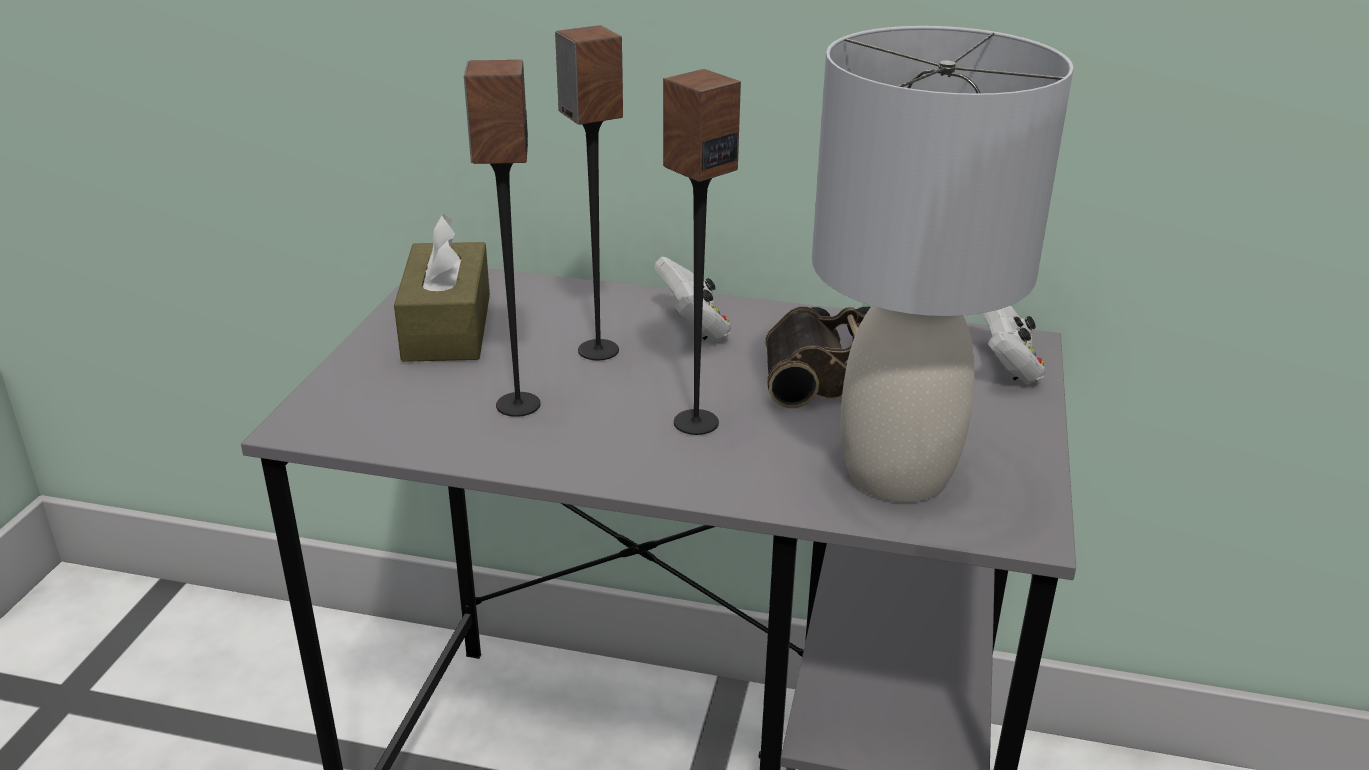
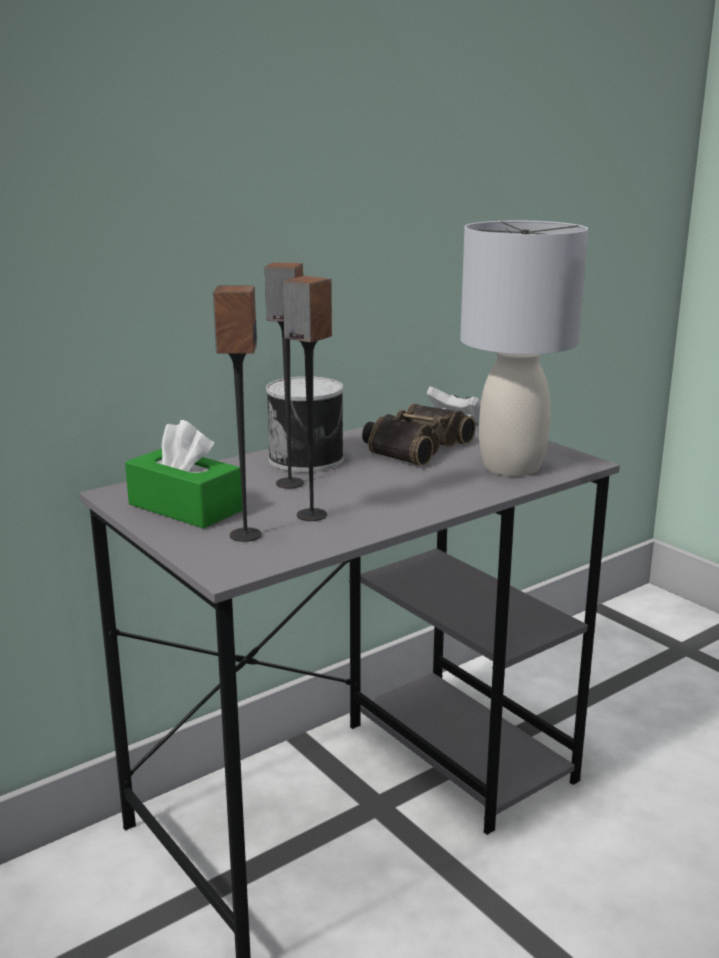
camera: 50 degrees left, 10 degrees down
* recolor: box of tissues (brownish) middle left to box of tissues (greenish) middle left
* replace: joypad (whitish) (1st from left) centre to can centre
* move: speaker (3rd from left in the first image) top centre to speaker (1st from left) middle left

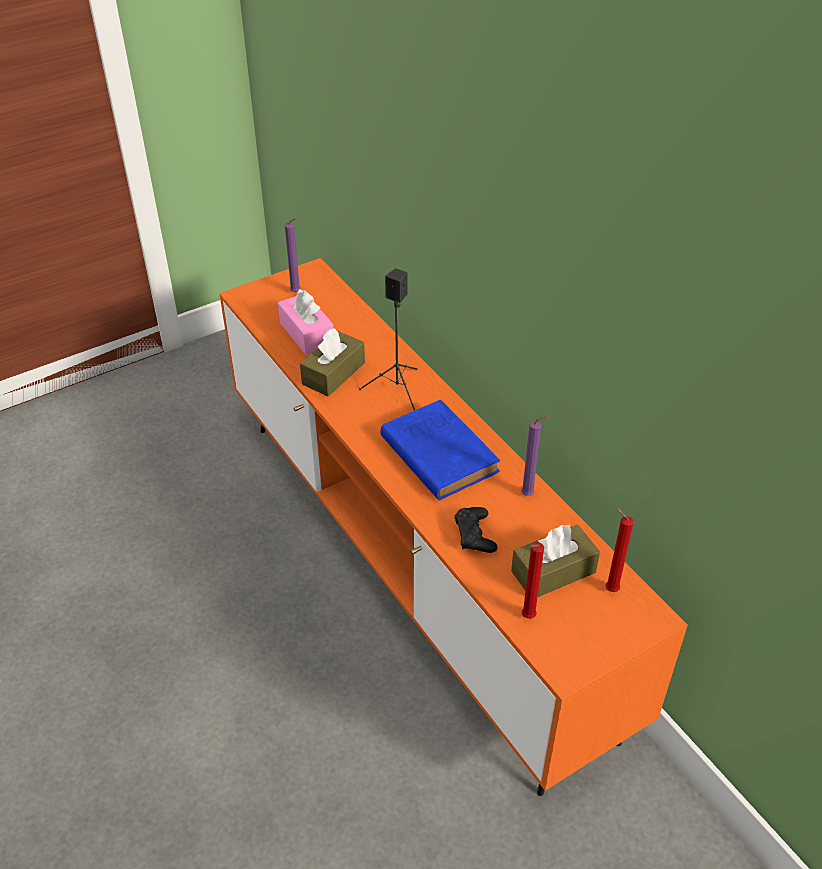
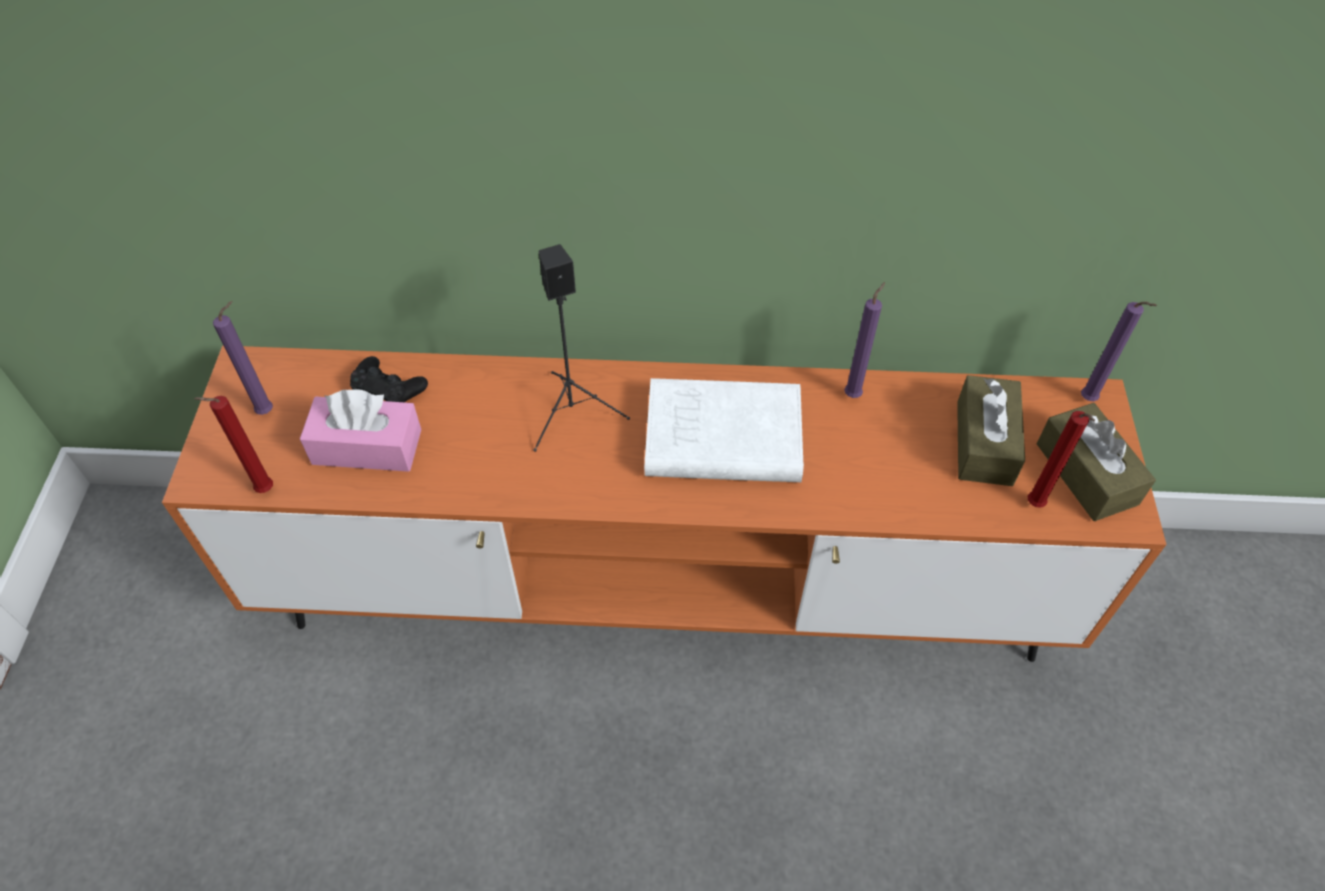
camera: 55 degrees left, 10 degrees up
* move: box of tissues (brownish) (1st from left in the first image) centre to box of tissues (brownish) (2nd from left) middle right
* recolor: volume (blue-coloured) centre to volume (whitish) centre
* move: joypad (black) centre to middle left
* move: candle (reddish) (2nd from left in the first image) middle right to candle (reddish) (1st from left) middle left
* insert: candle (purple) (3rd from left) middle right

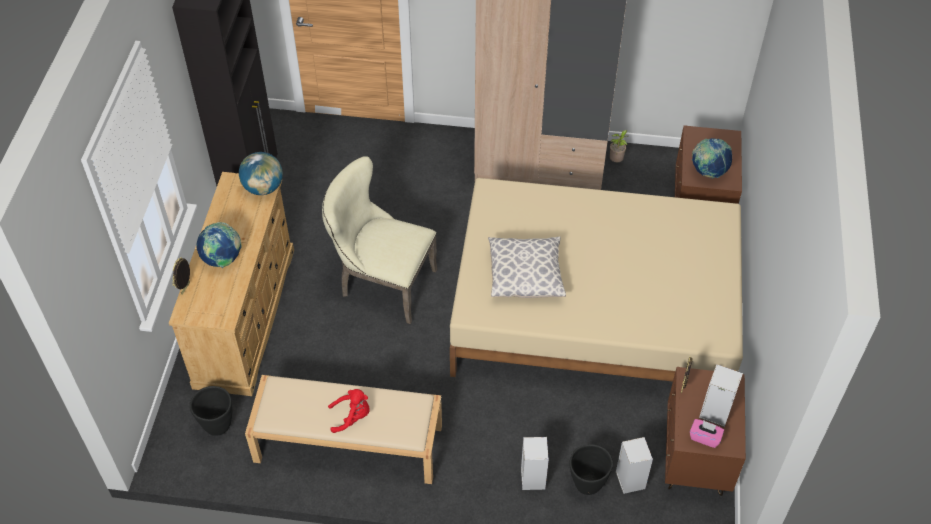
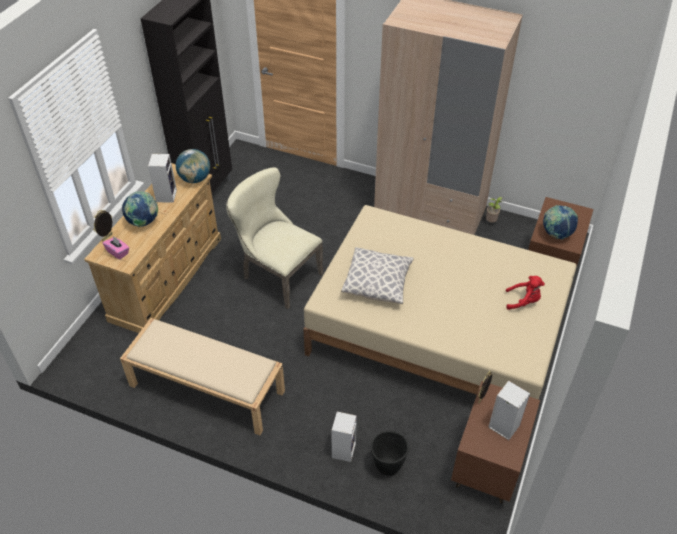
camera: 15 degrees right, 5 degrees down
* delete: flower pot (black) (1st from left) bottom left
* move: plush toy (reddish) bottom centre to middle right
* move: speaker (2nd from left in the first image) bottom right to speaker (1st from left) middle left
* move: box of tissues (pink) bottom right to middle left

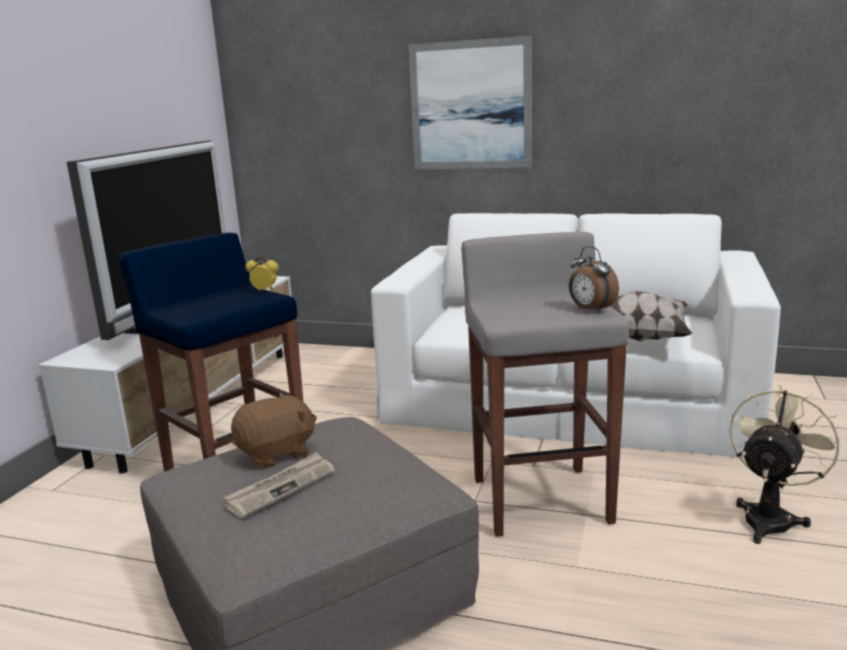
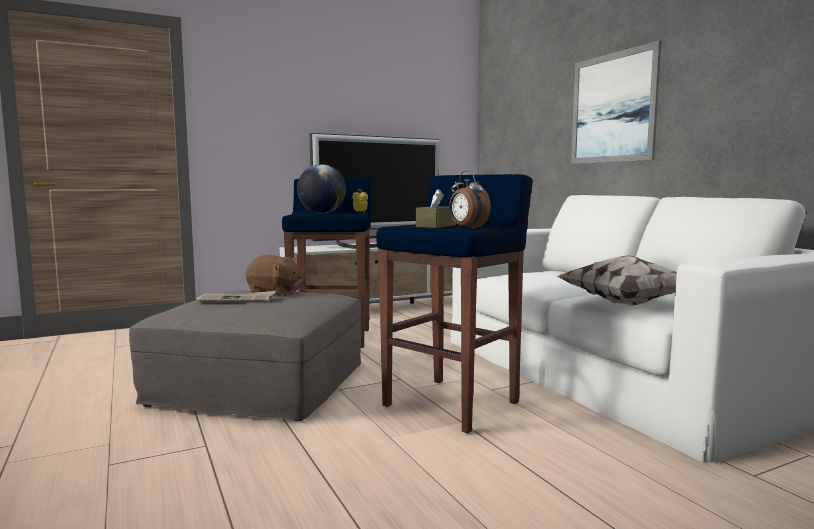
camera: 45 degrees right, 10 degrees down
* recolor: sitting stool (greyish) centre to sitting stool (blue-coloured) (2nd from left) centre
* rotate: alarm clock (2nd from left) middle right = centre 45 degrees counterclockwise
* delete: fan (beige) bottom right
* insert: globe centre
* insert: box of tissues (brownish) centre

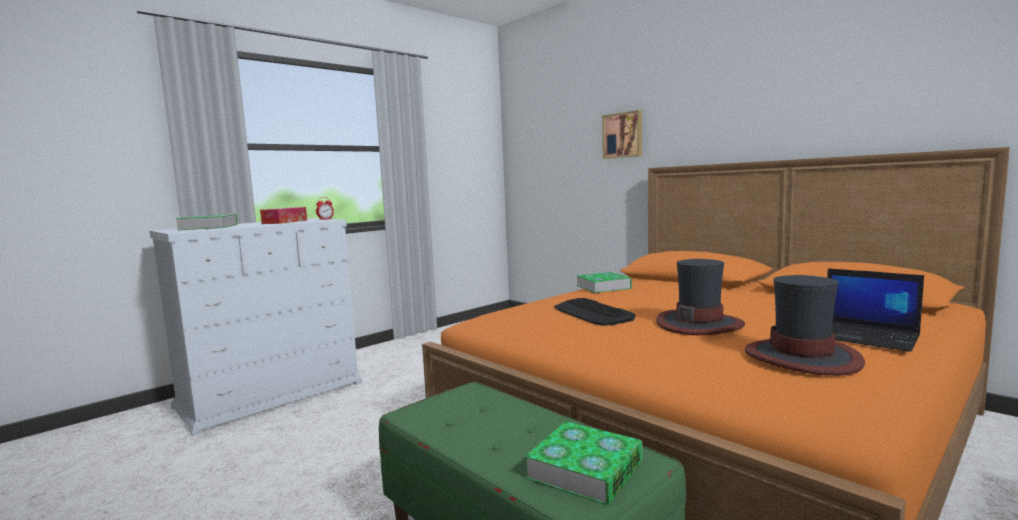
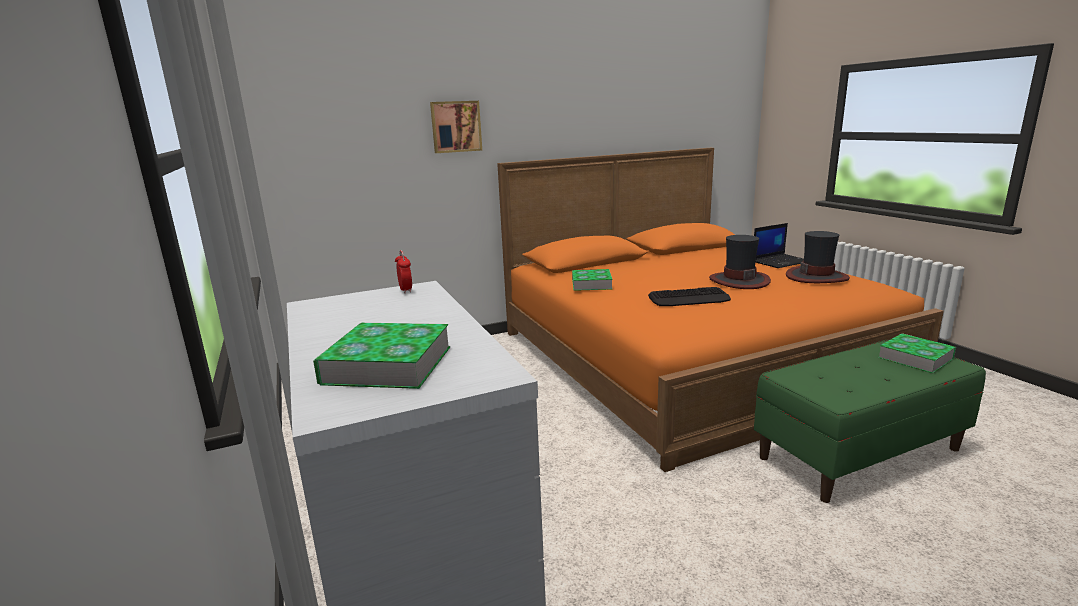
camera: 70 degrees left, 10 degrees up
* delete: box of tissues middle left

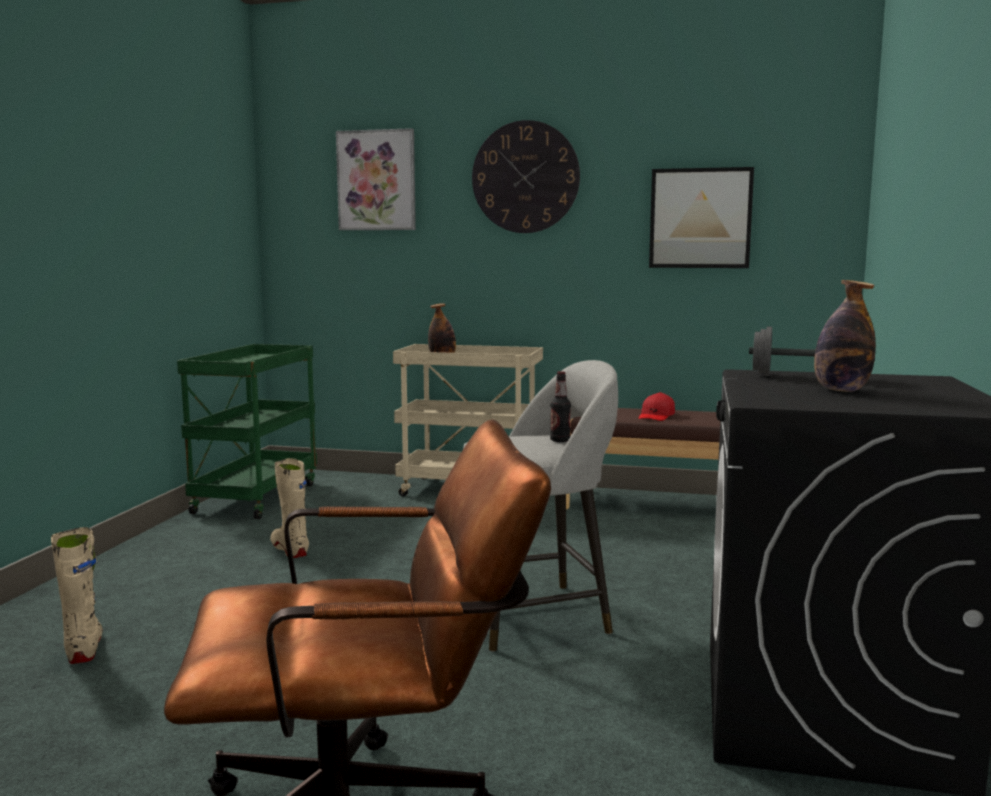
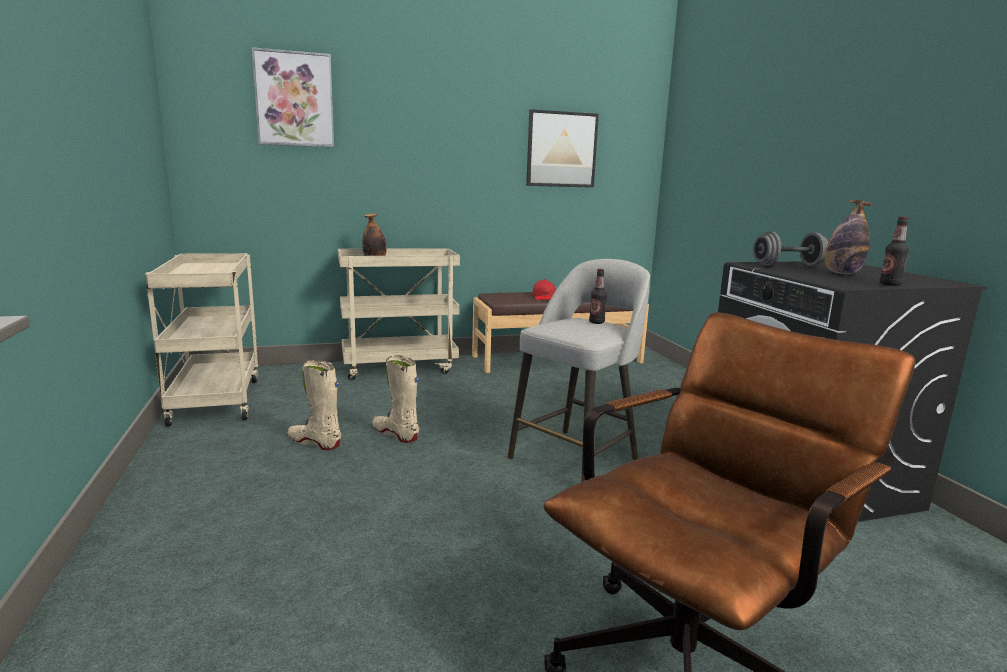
camera: 30 degrees left, 5 degrees up
* move: high-top boot (beige) (1st from left in the first image) bottom left to high-top boot (beige) (2nd from left) centre
* recolor: wheeled cart (greenish) middle left to wheeled cart (beige) (1st from left) middle left
* delete: clock on the wall top centre
* insert: bottle (4th from left) middle right

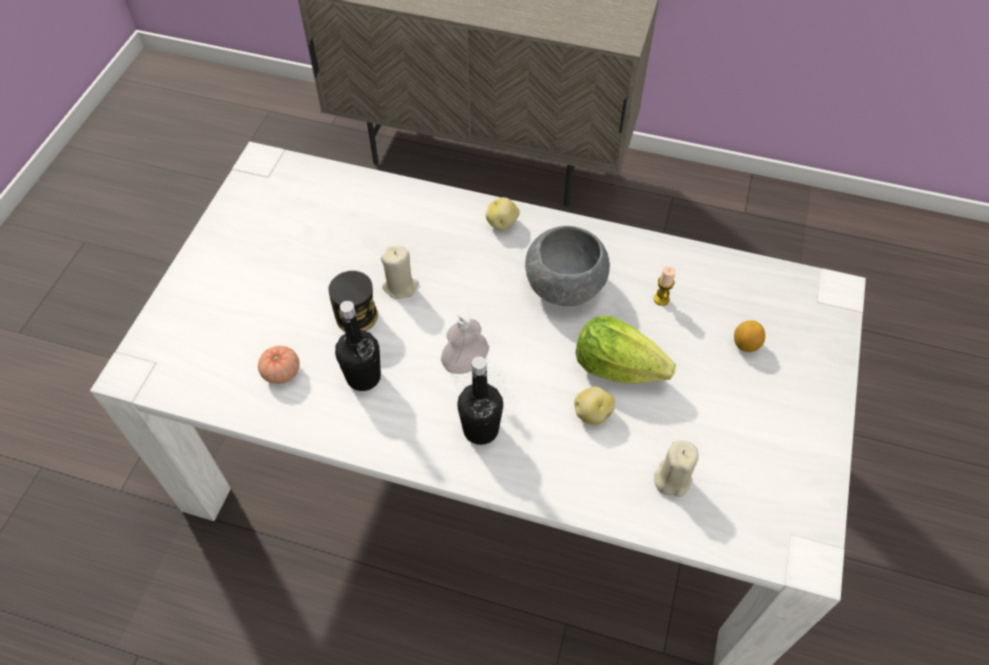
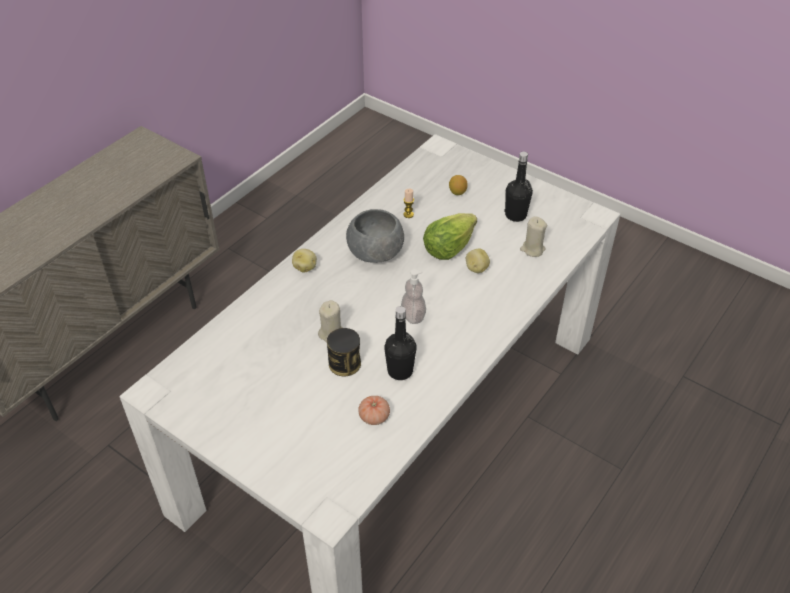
camera: 70 degrees left, 10 degrees down
* move: bottle (black) (2nd from left) centre to top centre

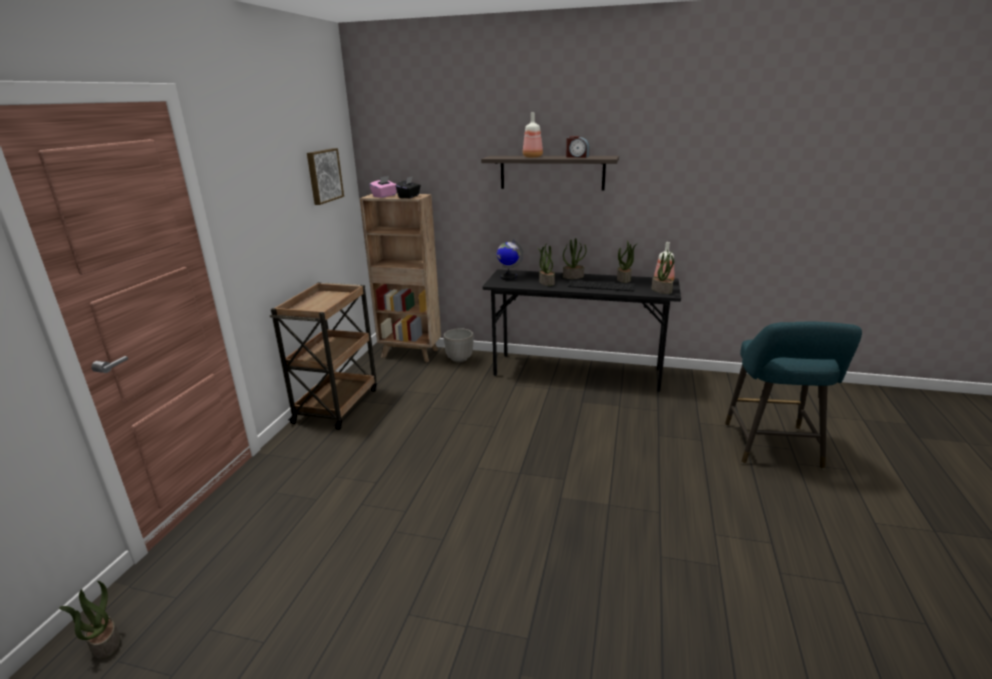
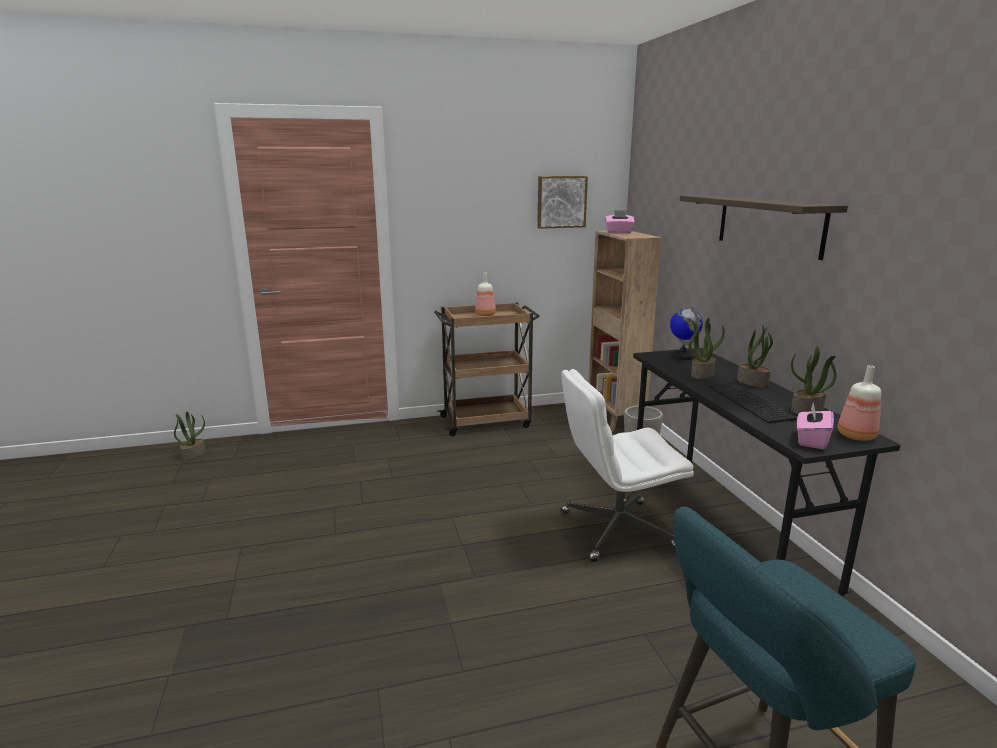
camera: 60 degrees right, 5 degrees down
* delete: box of tissues (black) top centre
* move: bottle (1st from left) top centre to centre
* delete: alarm clock top centre
* replace: houseplant (5th from left) middle right to box of tissues (pink) (2nd from left) middle right
* insert: office chair (whitish) centre

